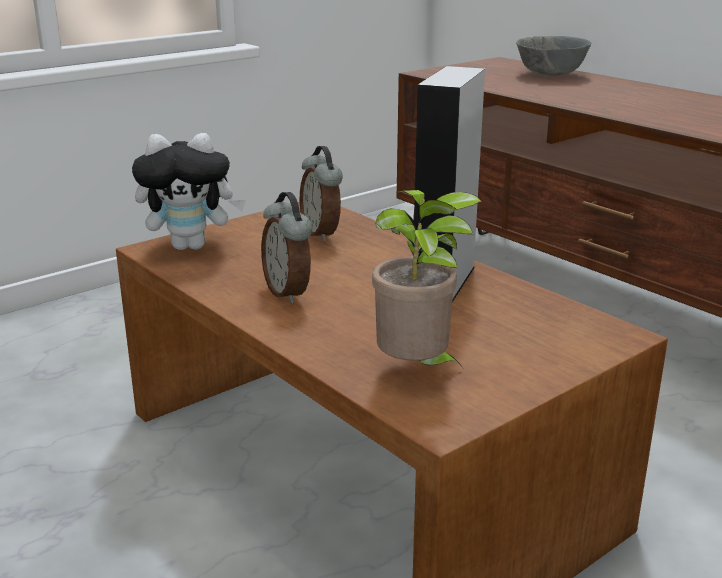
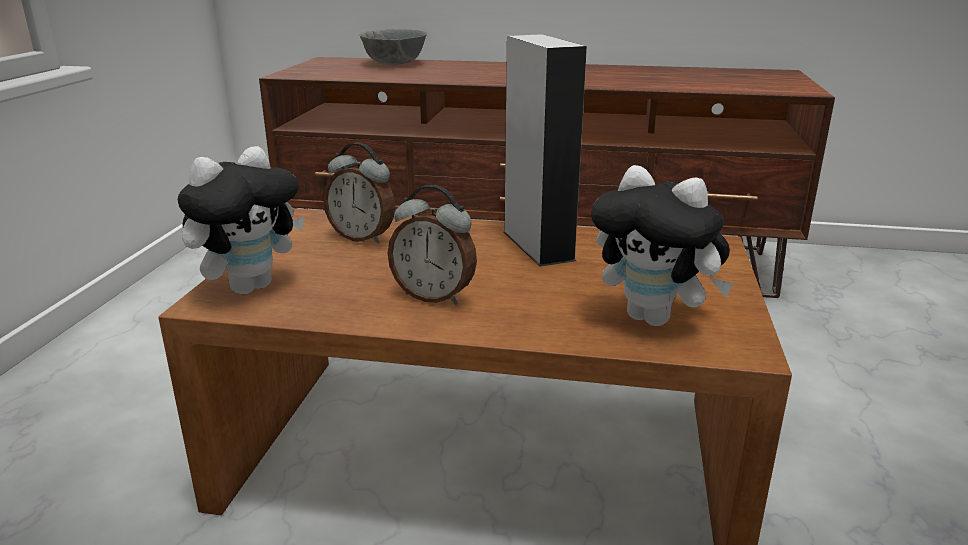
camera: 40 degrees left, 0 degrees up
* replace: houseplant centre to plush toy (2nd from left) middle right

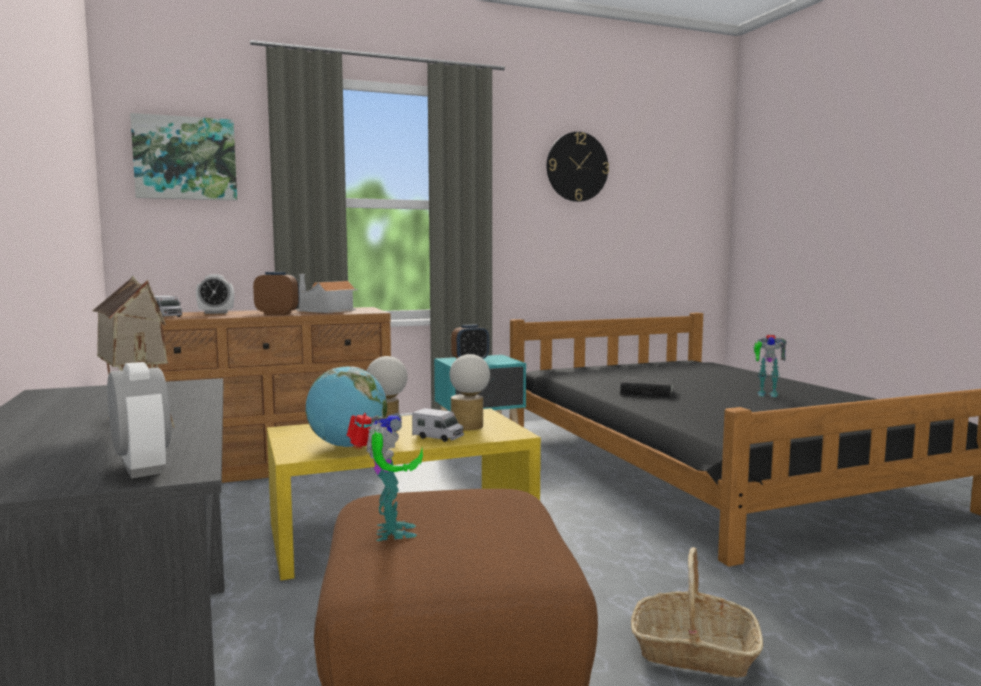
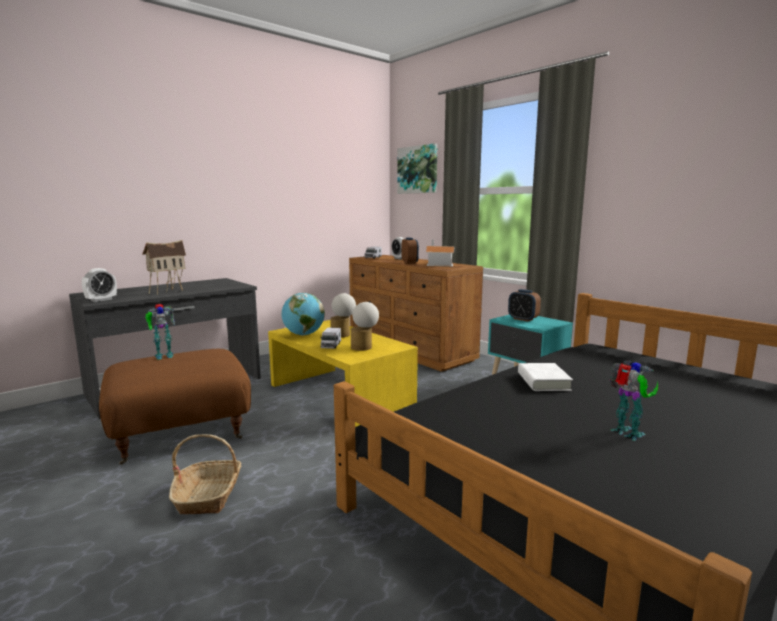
camera: 70 degrees right, 5 degrees up
* delete: clock on the wall top centre
* recolor: volume (black) centre to volume (whitish) middle right
* rotate: toy robot (2nd from left) middle right = middle right 150 degrees clockwise

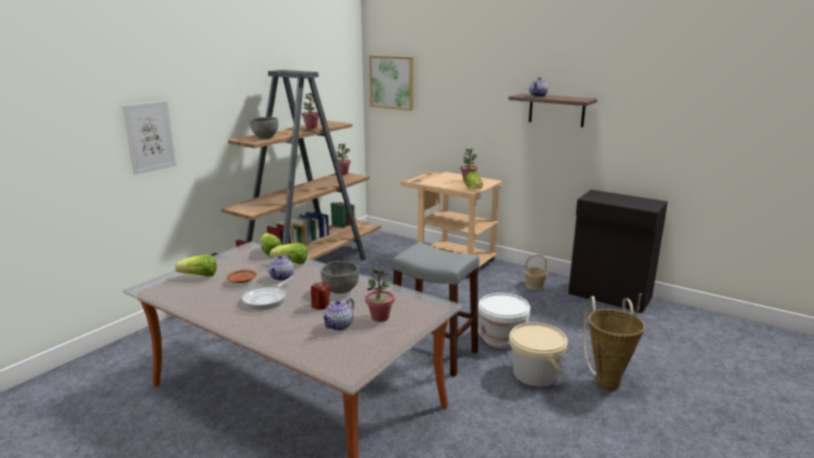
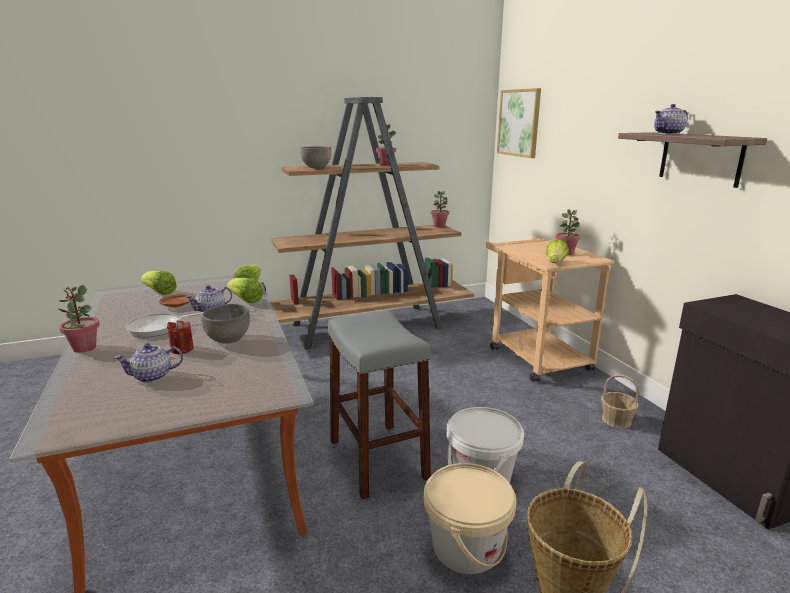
camera: 35 degrees right, 0 degrees up
* delete: picture (1st from left) top left
* move: houseplant (3rd from left in the first image) centre to houseplant (1st from left) middle left

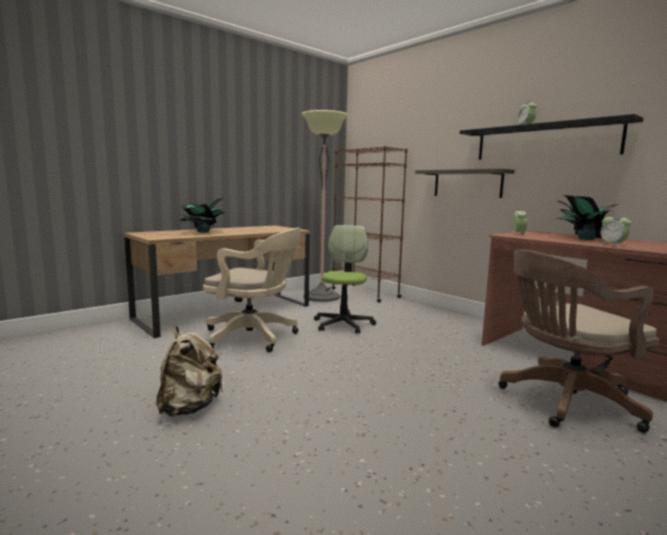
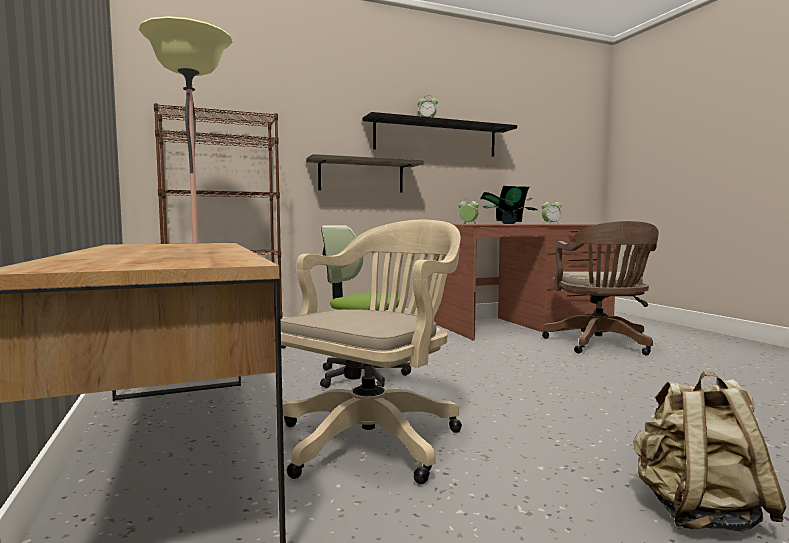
camera: 70 degrees left, 5 degrees down
* delete: houseplant (1st from left) middle left

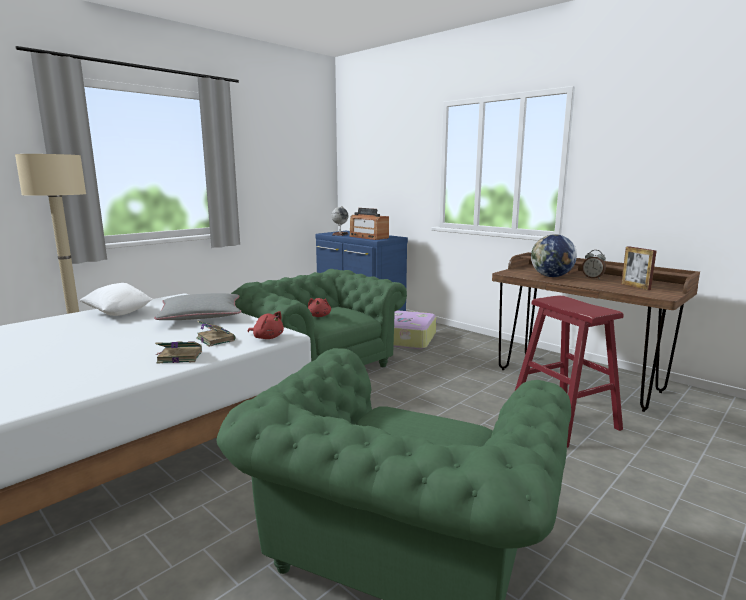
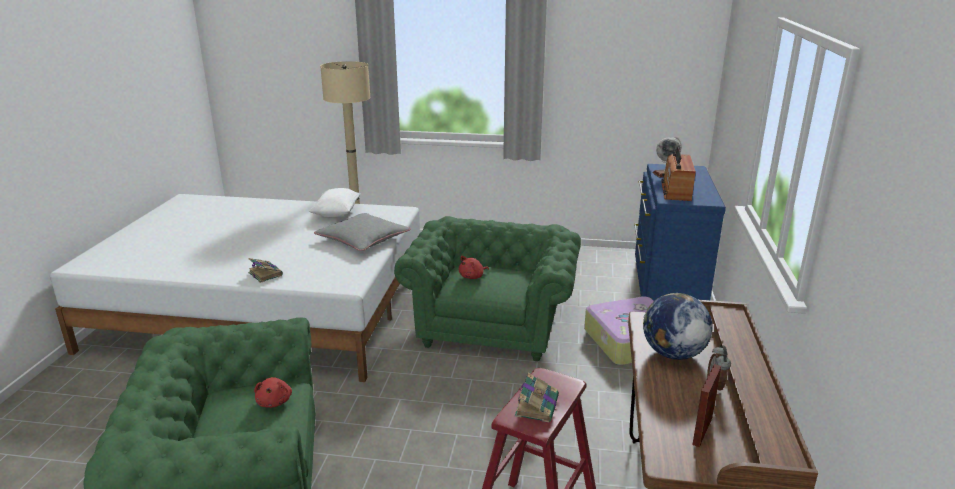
camera: 55 degrees right, 10 degrees up
* move: volume (2nd from left) middle left to bottom centre
* move: plush toy (reddish) (1st from left) centre to bottom left

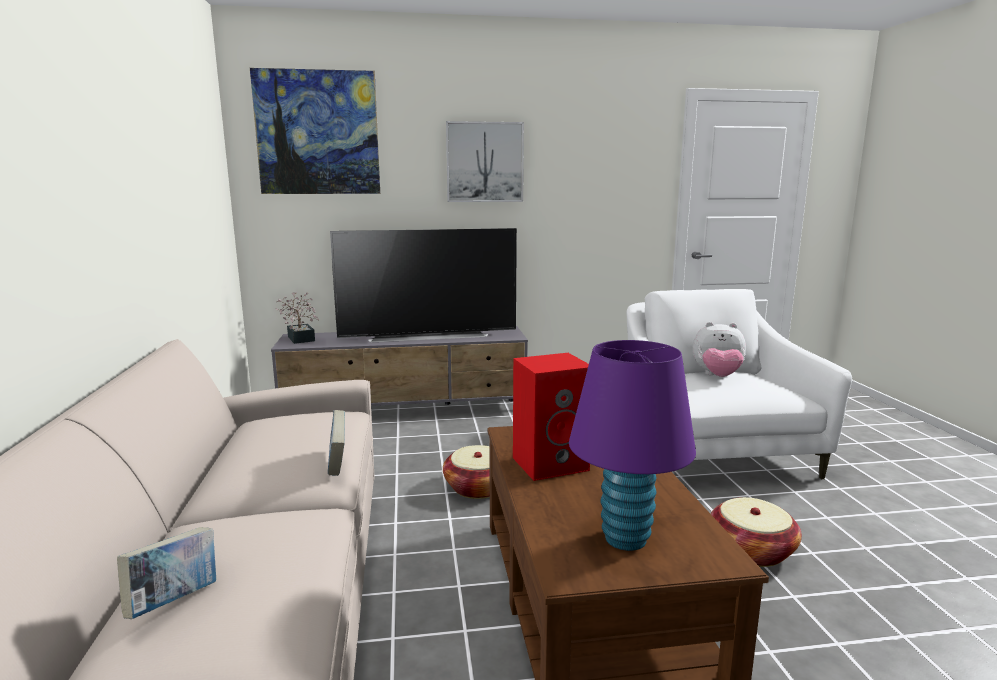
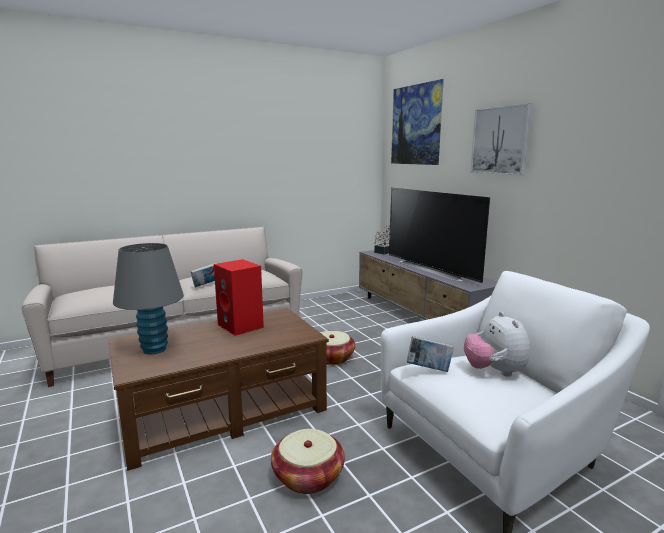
camera: 70 degrees right, 0 degrees up
* move: volume (1st from left in the first image) bottom left to volume (2nd from left) centre
* recolor: tabletop lamp (purple) centre to tabletop lamp (greyish) middle left

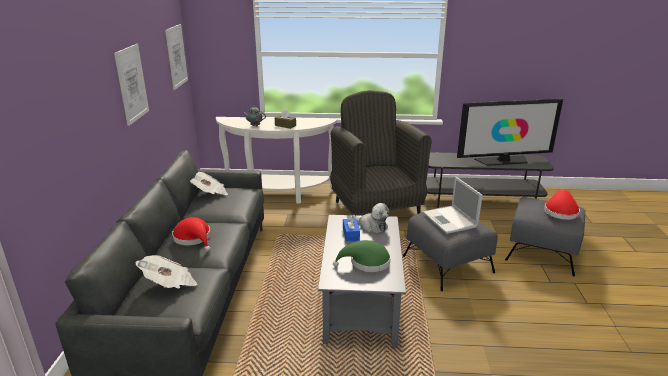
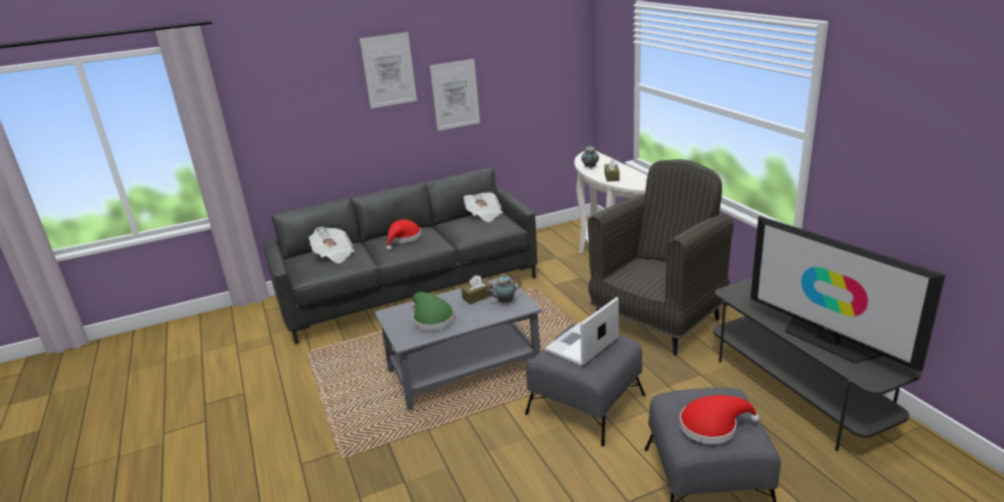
camera: 65 degrees right, 0 degrees up
* move: picture (2nd from left in the first image) top left to picture (1st from left) top centre
* recolor: box of tissues (blue-coloured) centre to box of tissues (brownish) (1st from left) centre
* replace: plush toy centre to tea pot (1st from left) centre

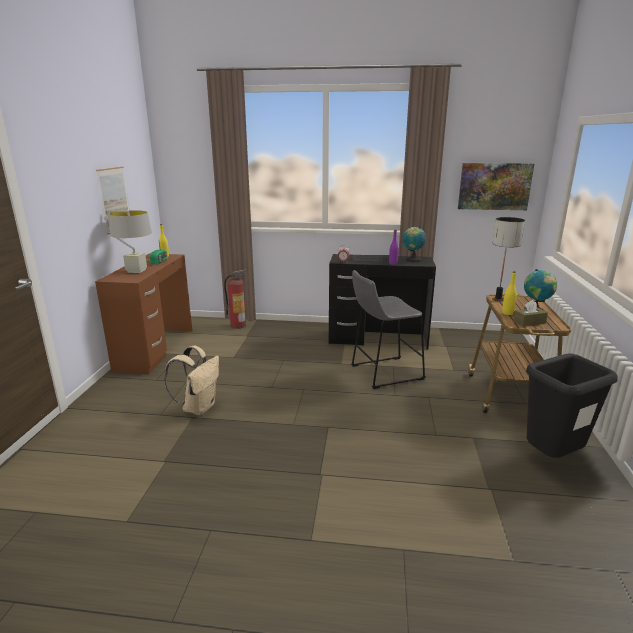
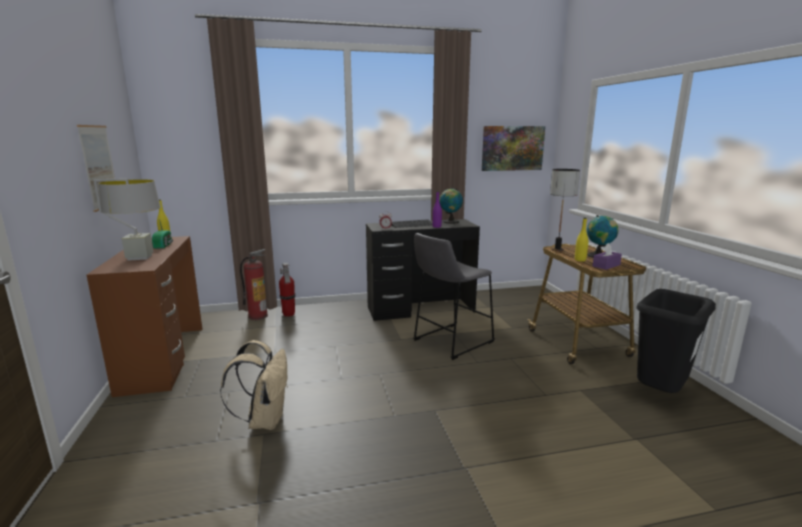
camera: 20 degrees left, 5 degrees down
* recolor: box of tissues (brownish) middle right to box of tissues (purple) middle right
* insert: fire extinguisher (2nd from left) centre

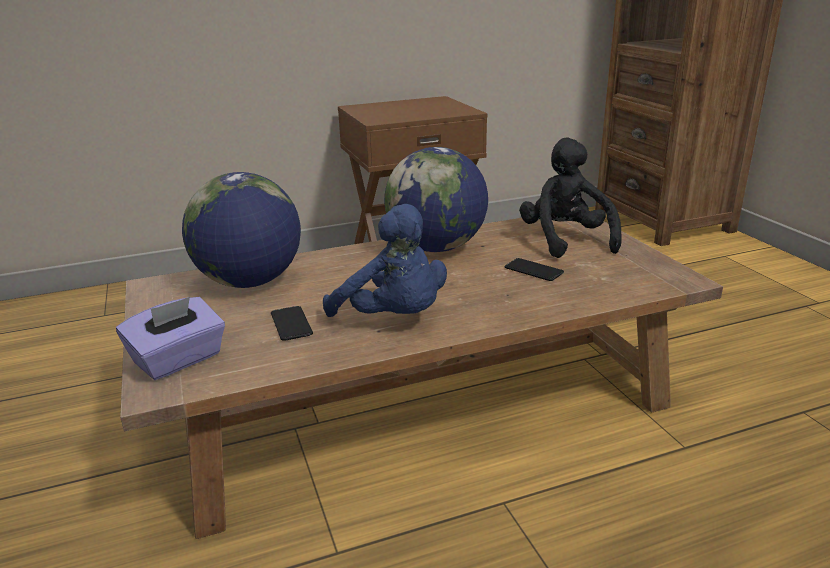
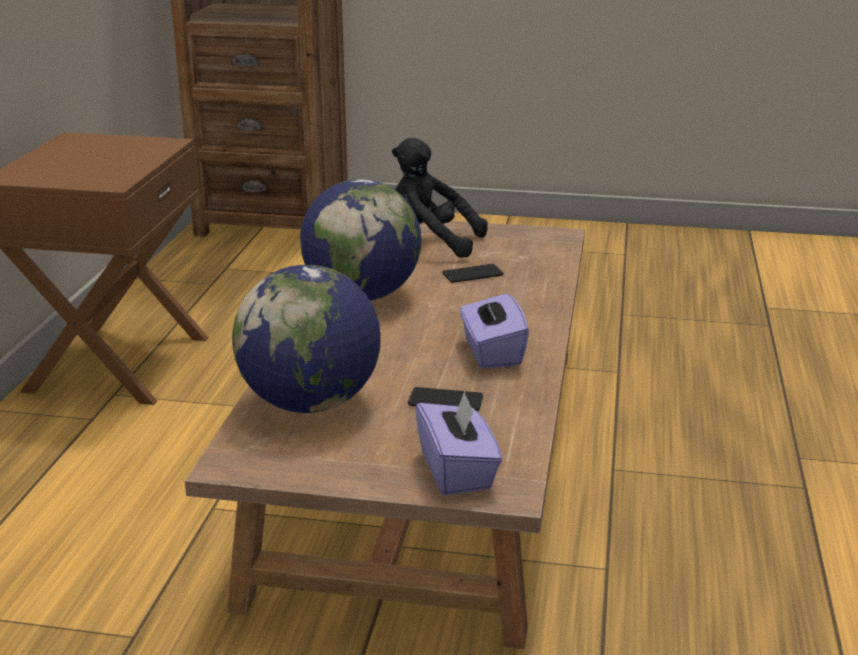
camera: 60 degrees left, 0 degrees up
* replace: plush toy (blue-coloured) centre to box of tissues (purple) (2nd from left) centre

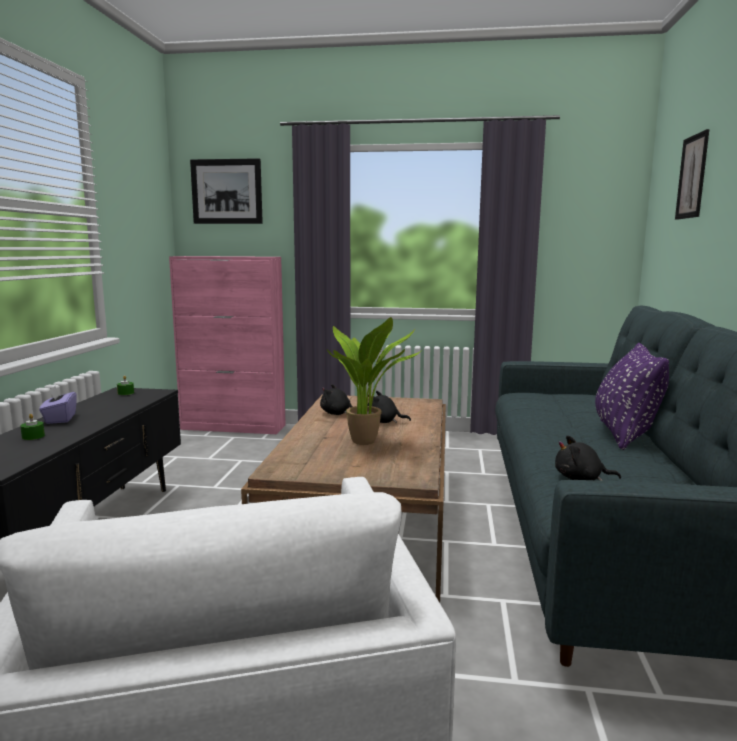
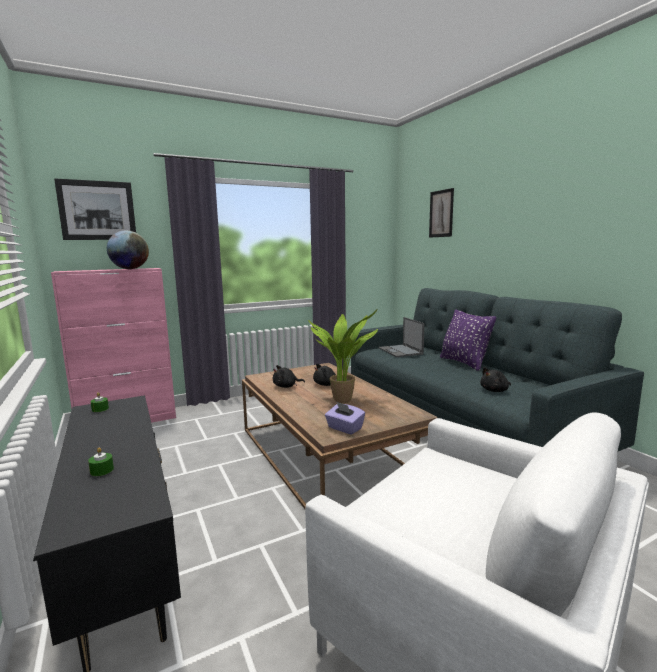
camera: 35 degrees left, 0 degrees up
* move: box of tissues (purple) middle left to centre
* insert: globe middle left
* insert: laptop centre

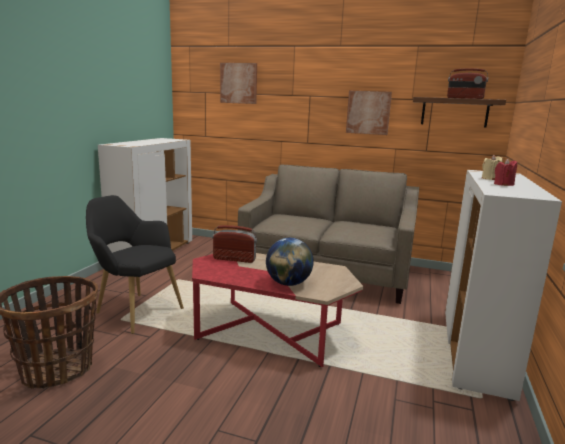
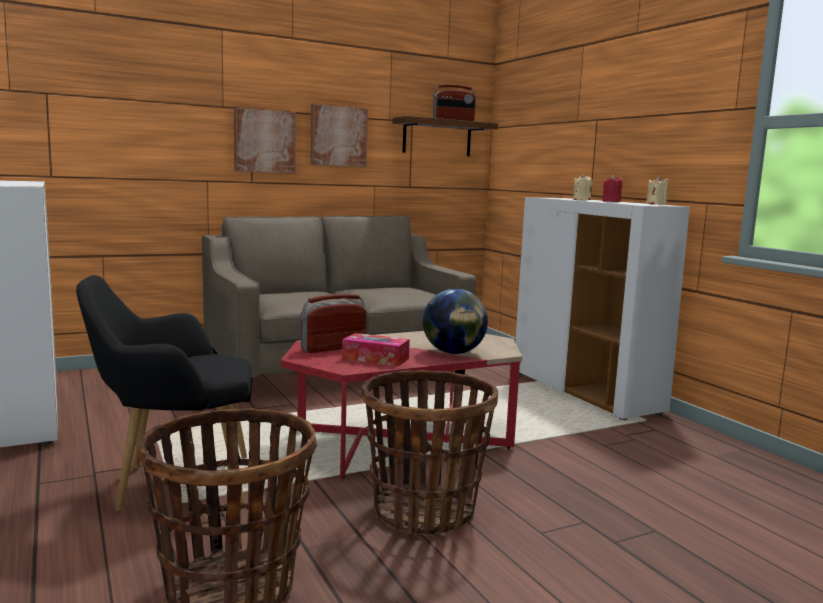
camera: 45 degrees left, 5 degrees down
* move: picture (1st from left) top centre to top left
* insert: box of tissues centre
* insert: storage basket (2nd from left) bottom centre
* insert: candle (beige) (2nd from left) top right

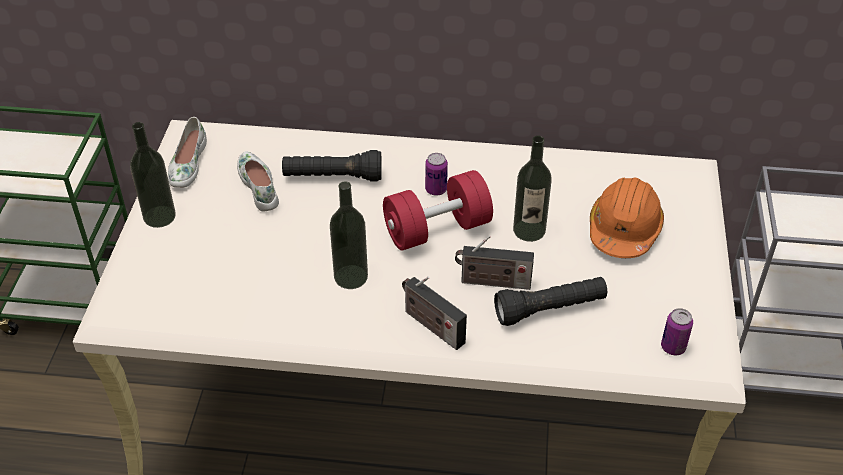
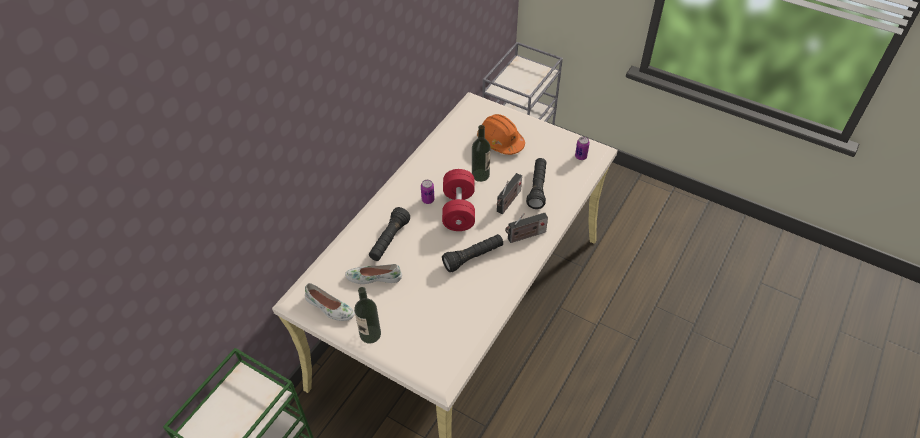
camera: 65 degrees left, 5 degrees up
* replace: bottle (2nd from left) centre to torch (black) (2nd from left) centre

